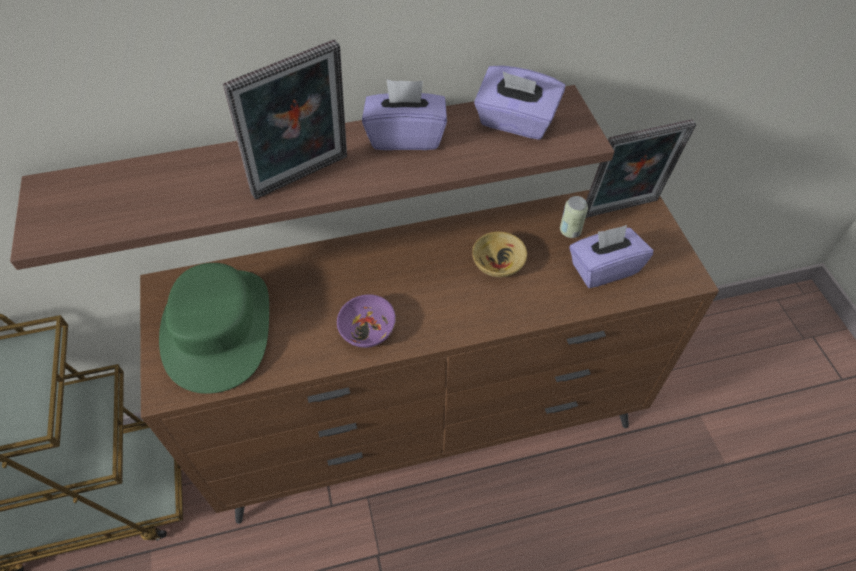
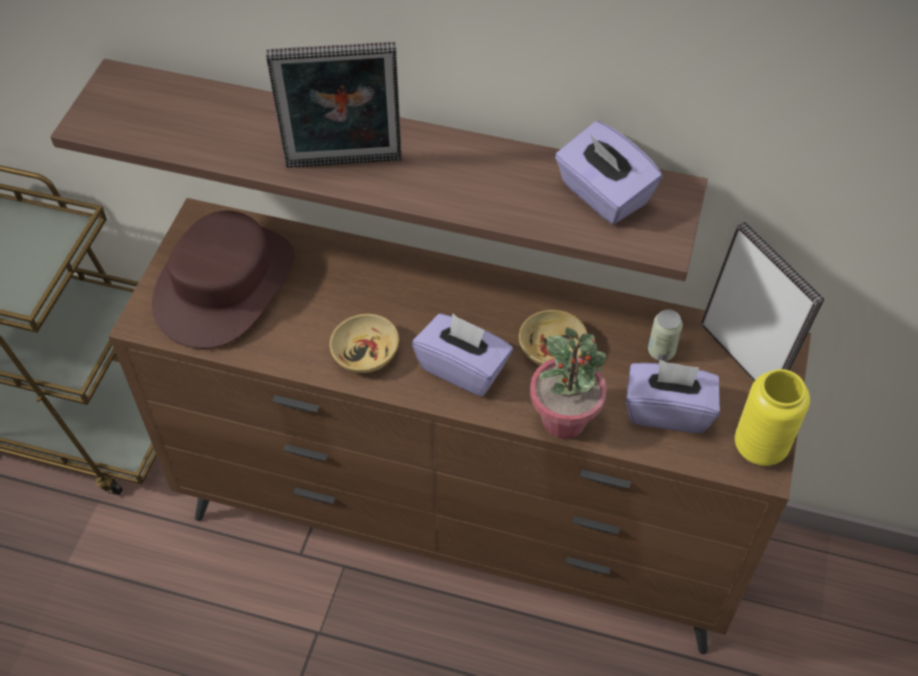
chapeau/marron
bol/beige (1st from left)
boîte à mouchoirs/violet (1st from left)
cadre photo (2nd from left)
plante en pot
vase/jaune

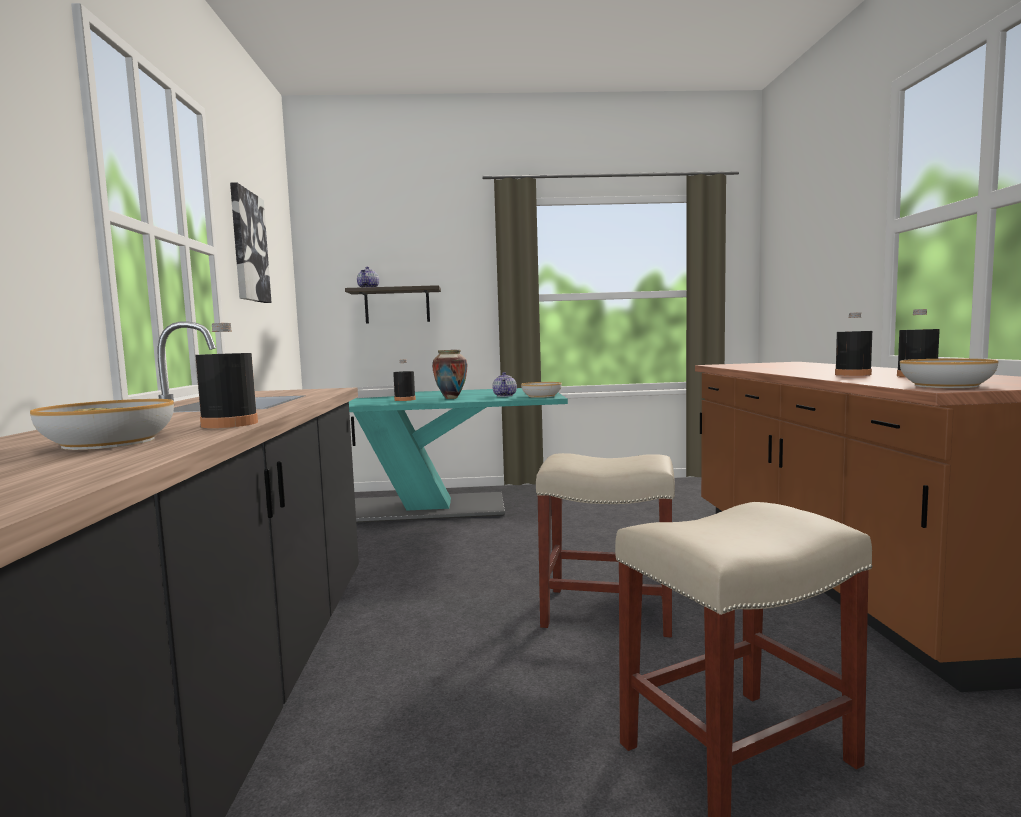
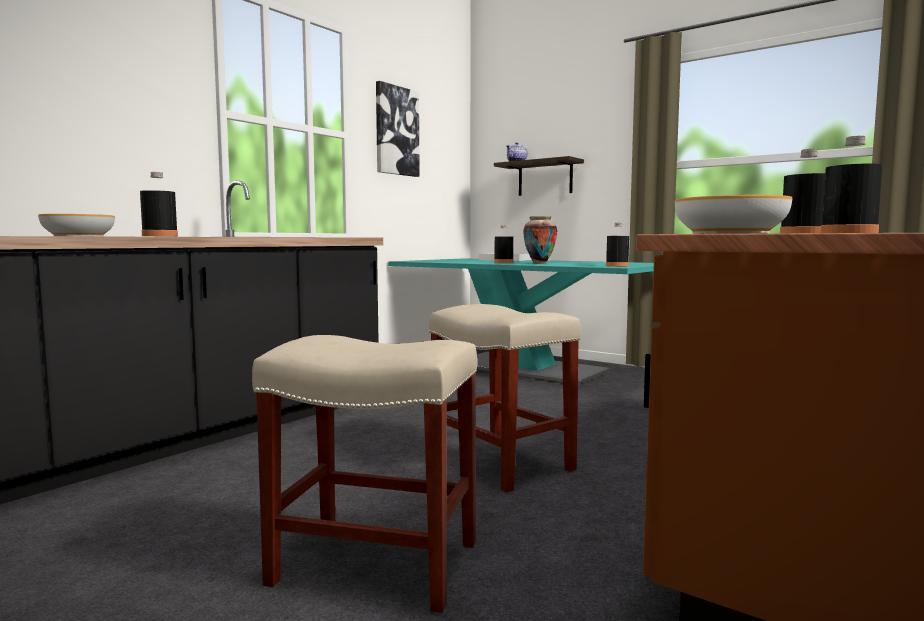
théière (2nd from left in the first image)
bouteille/noir (3rd from left)

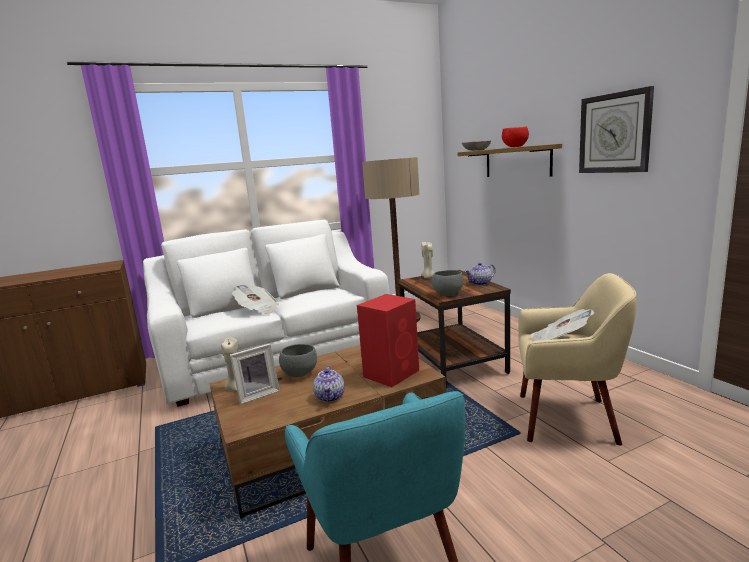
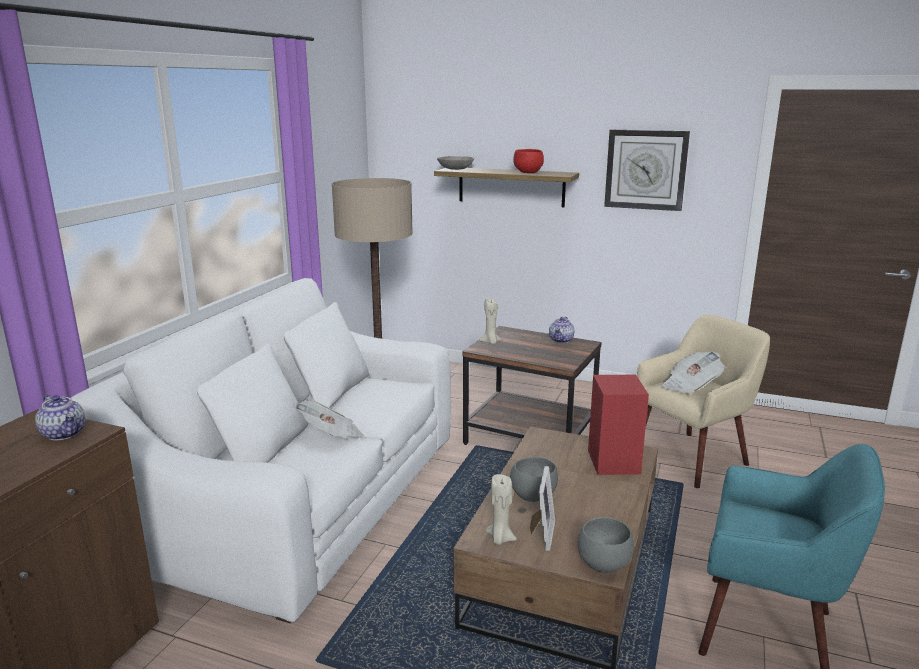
théière (1st from left)
bol/gris (3rd from left)

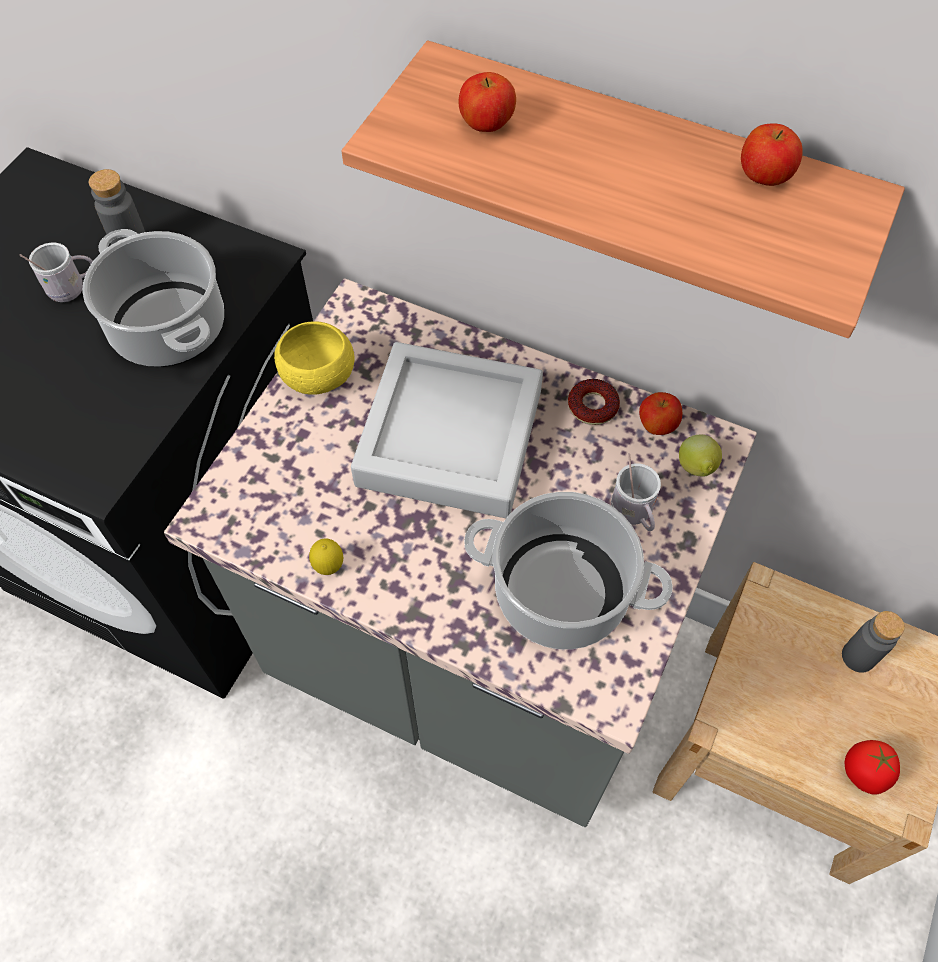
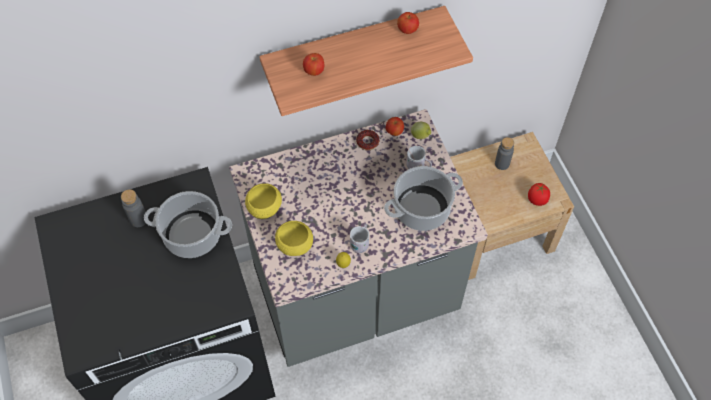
mug/blanc (1st from left)
plateau/gris
bol/jaune (2nd from left)

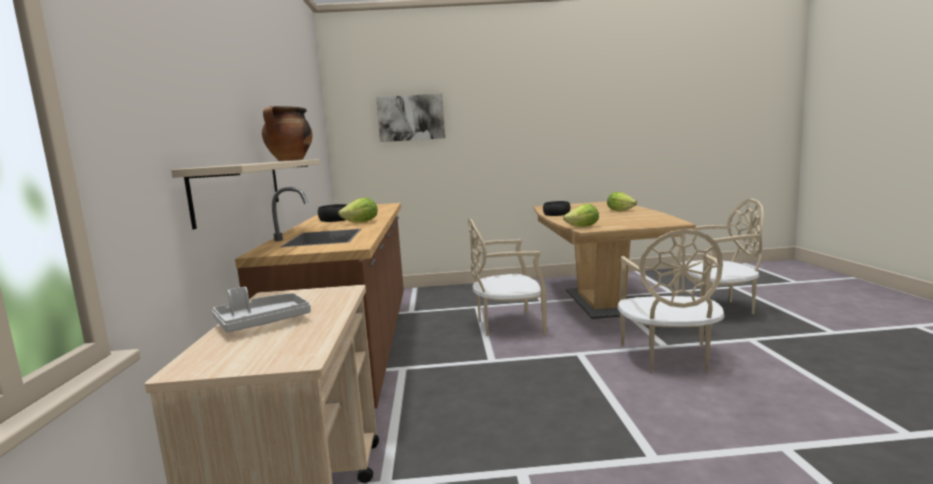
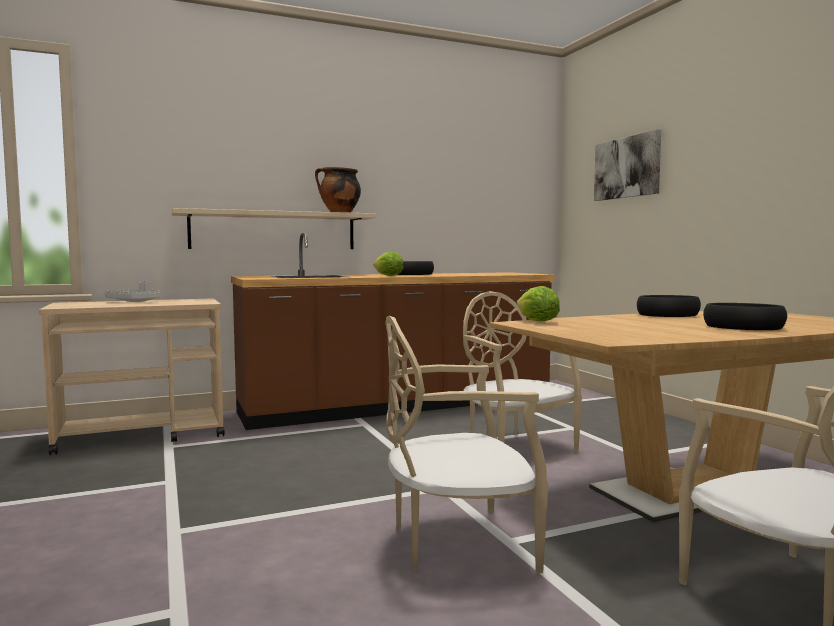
bol/noir (3rd from left)

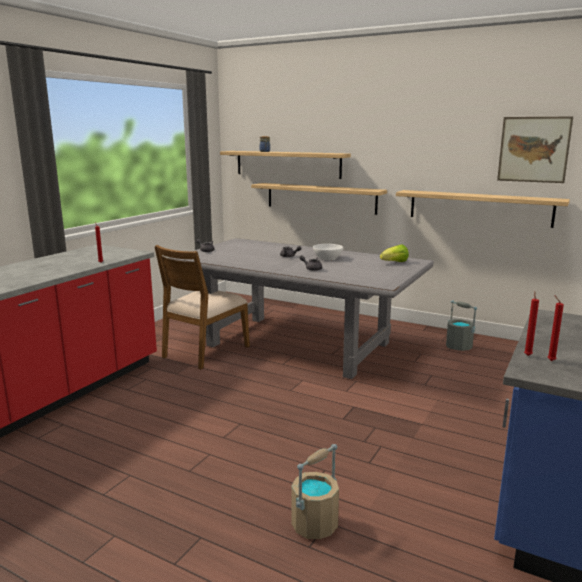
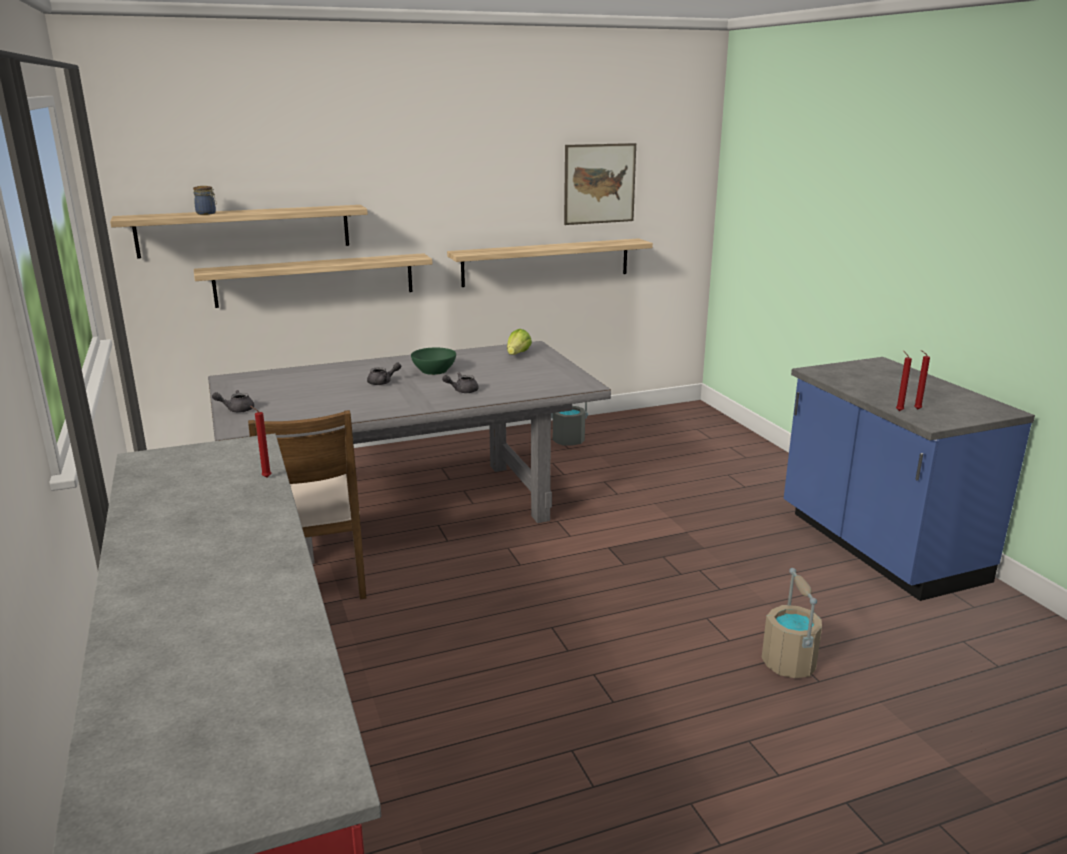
bol/vert

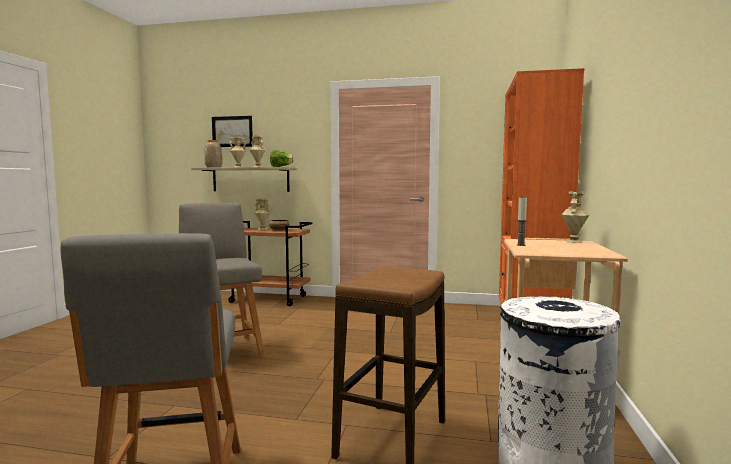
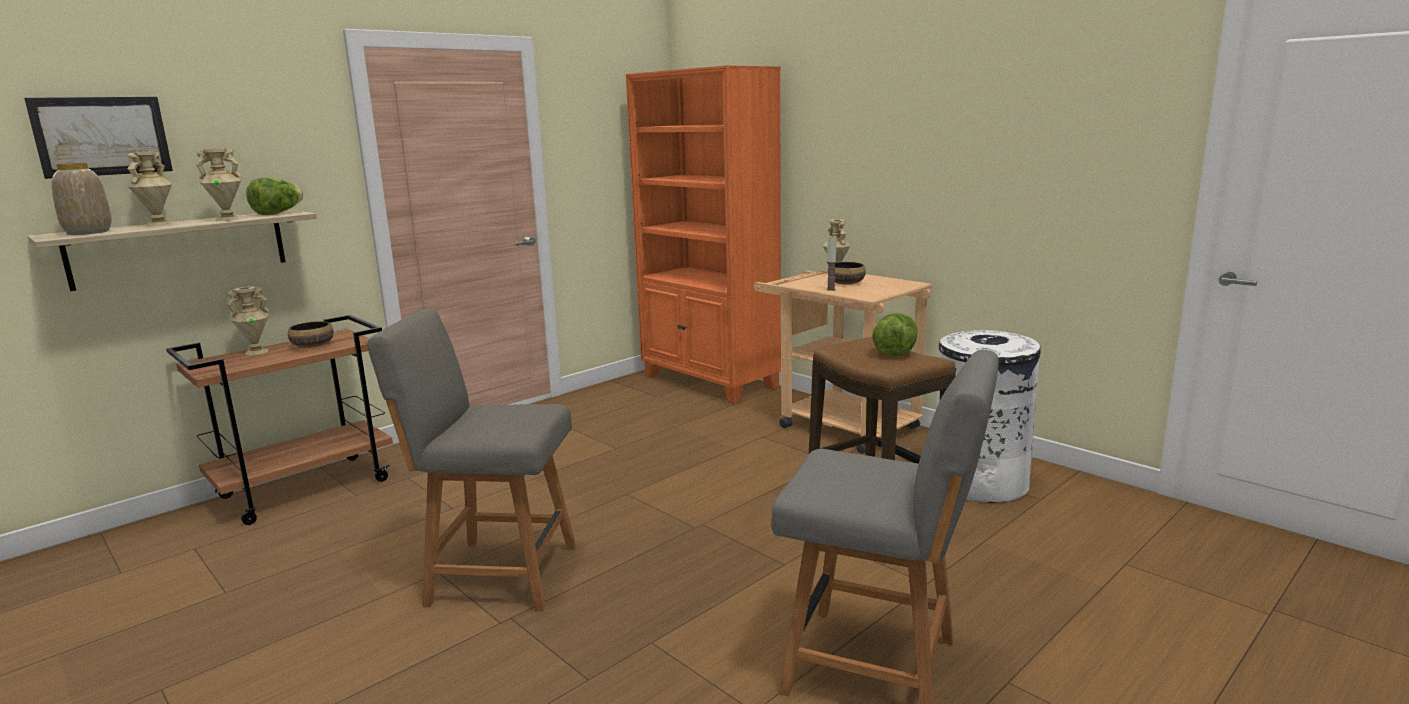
bol (2nd from left)
laitue (2nd from left)

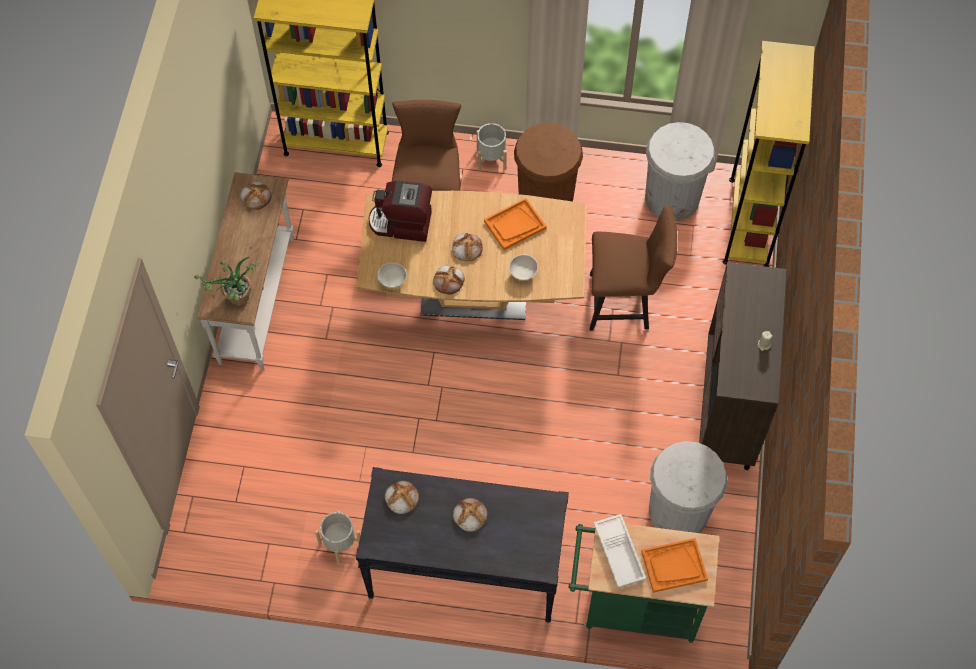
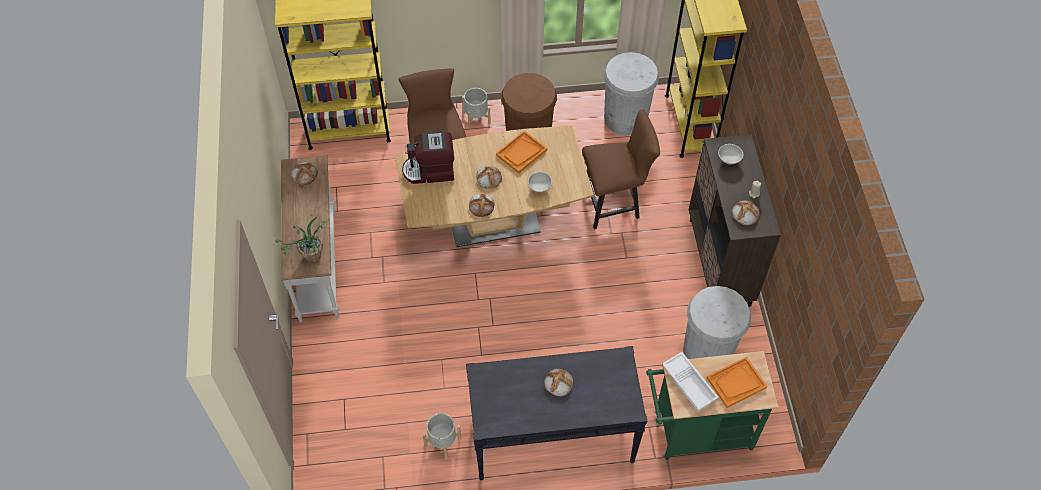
bol/blanc (2nd from left)
pain (5th from left)

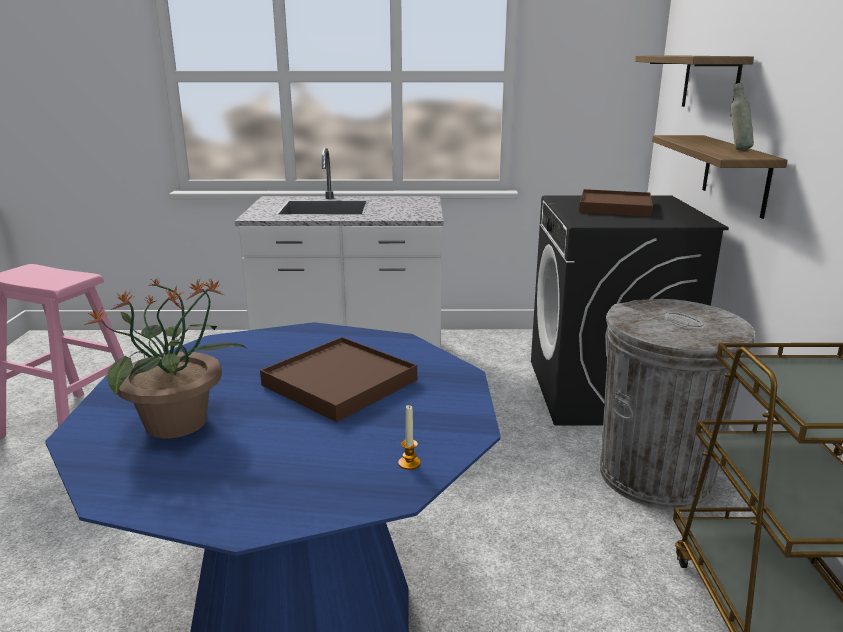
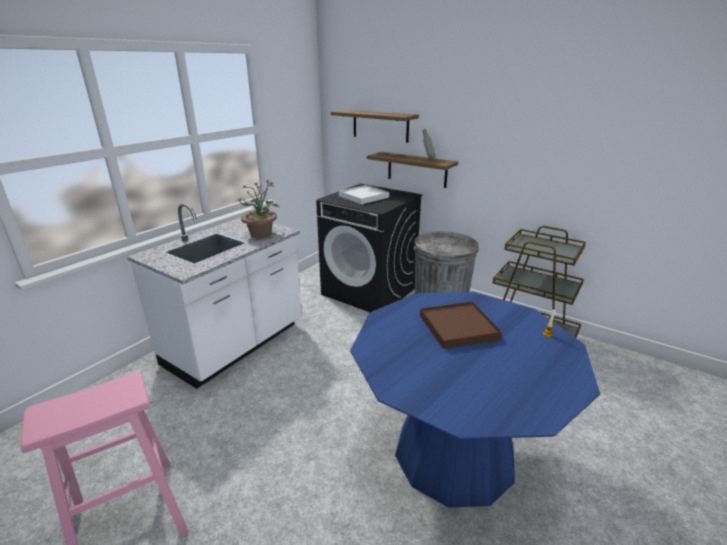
plante en pot
plateau/blanc

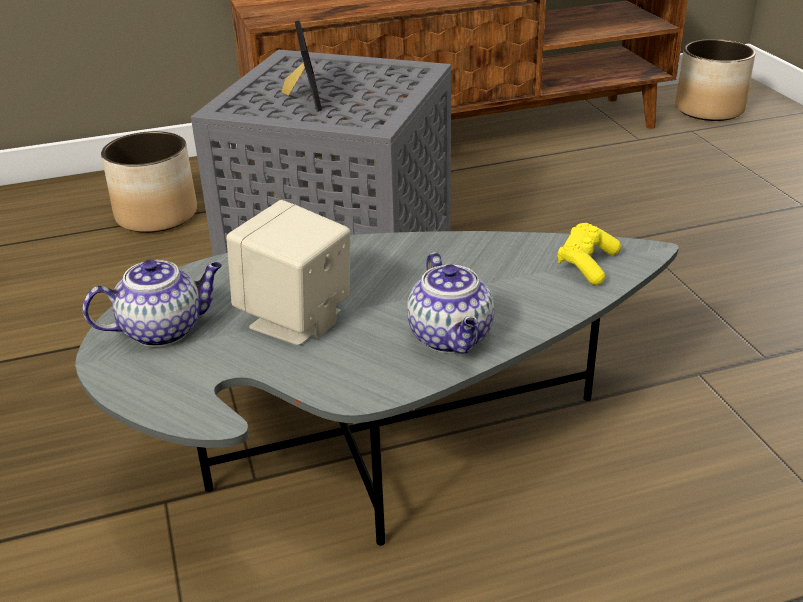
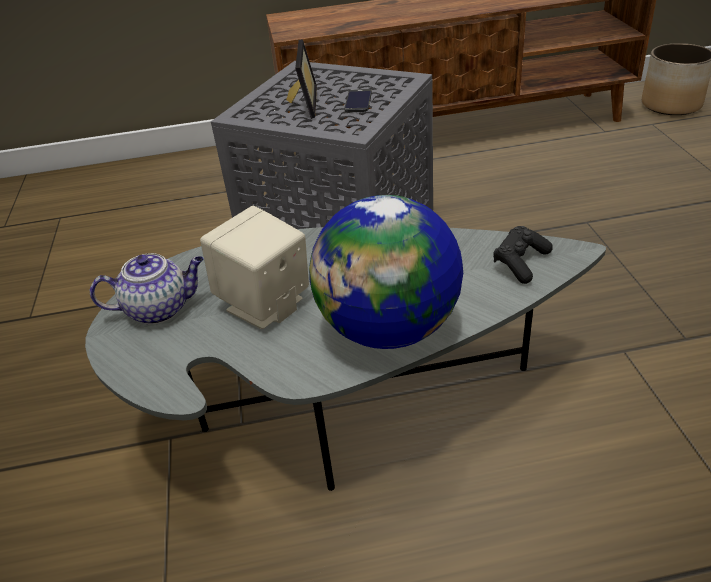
cache-pot (1st from left in the first image)
globe
manette/noir
téléphone

